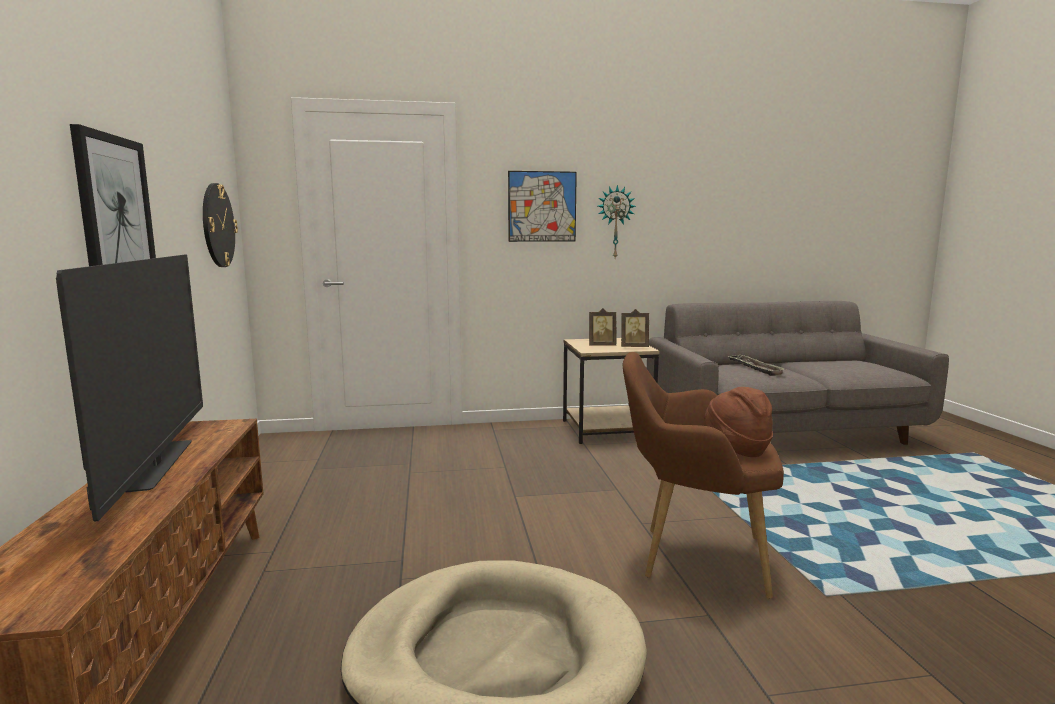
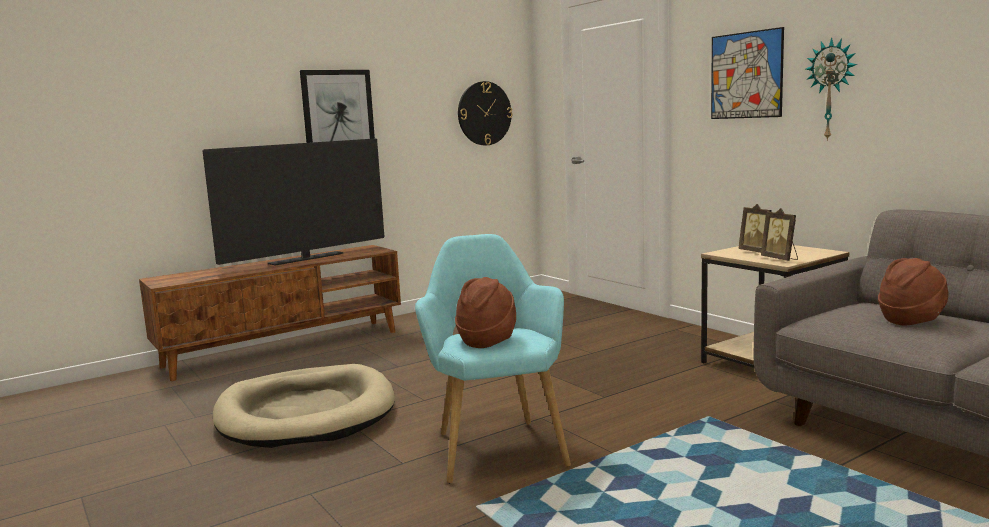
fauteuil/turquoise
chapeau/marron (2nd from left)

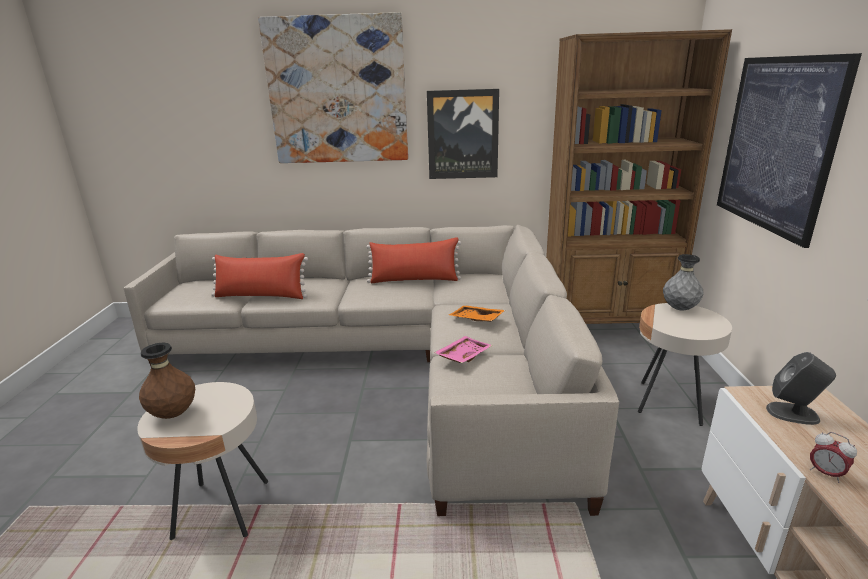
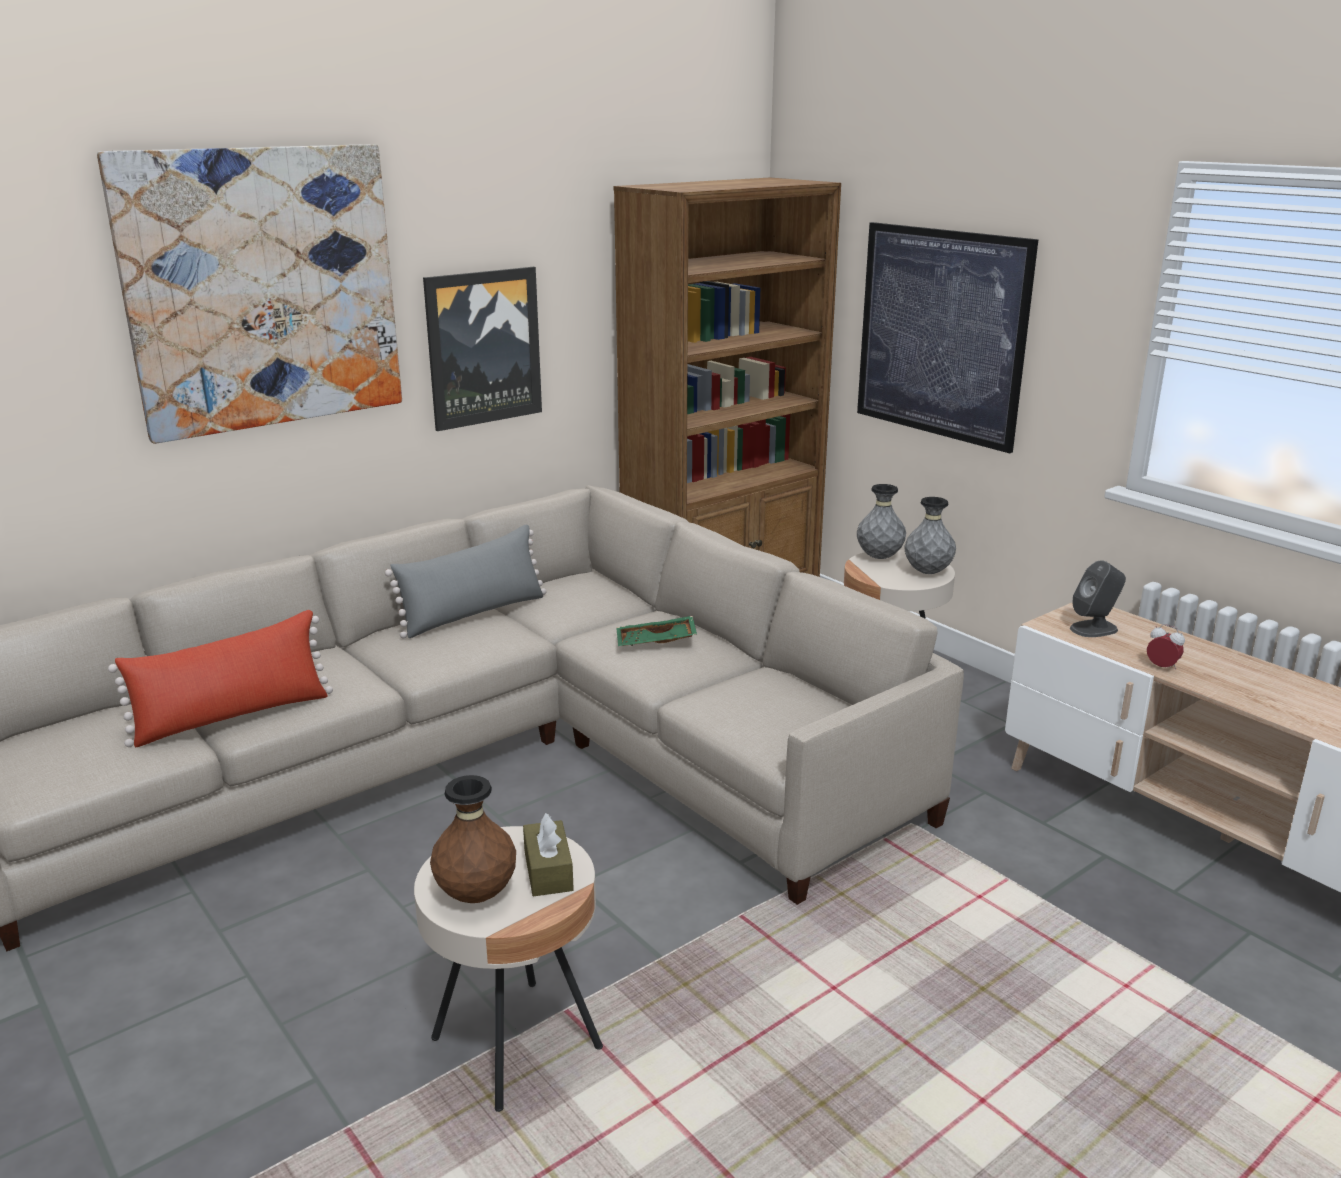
coussin/gris
plateau/rose
plateau/vert
réveil
boîte à mouchoirs/marron
vase/gris (2nd from left)

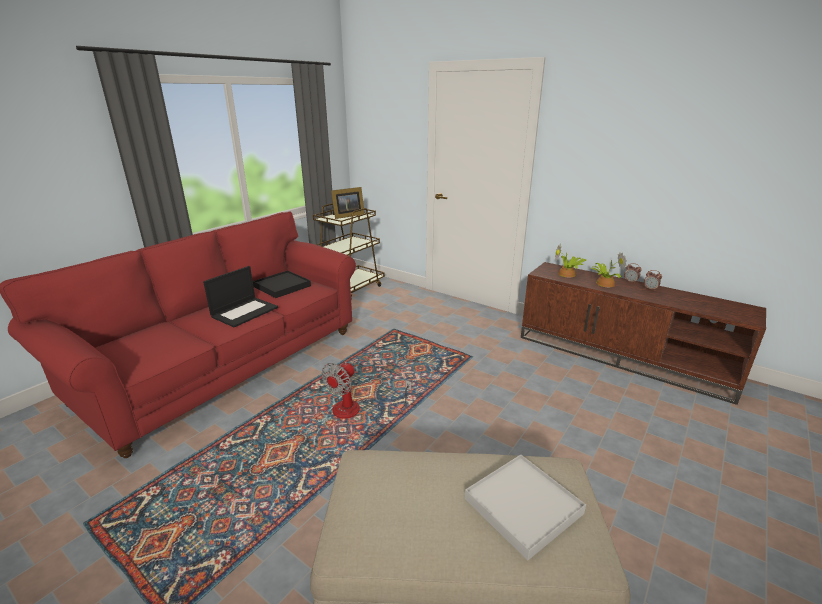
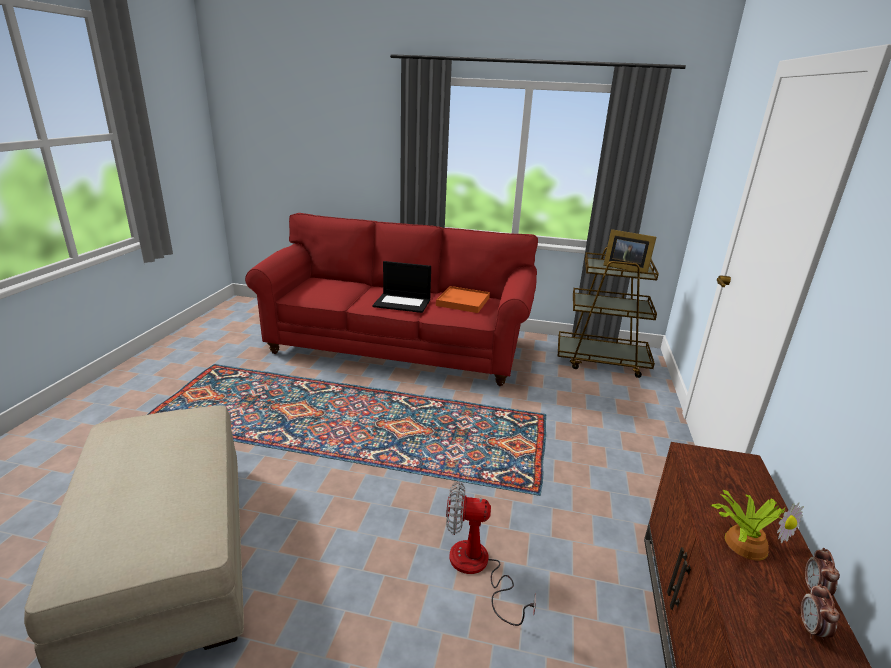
plateau/orange
ventilateur
plateau/blanc
plante en pot (1st from left in the first image)

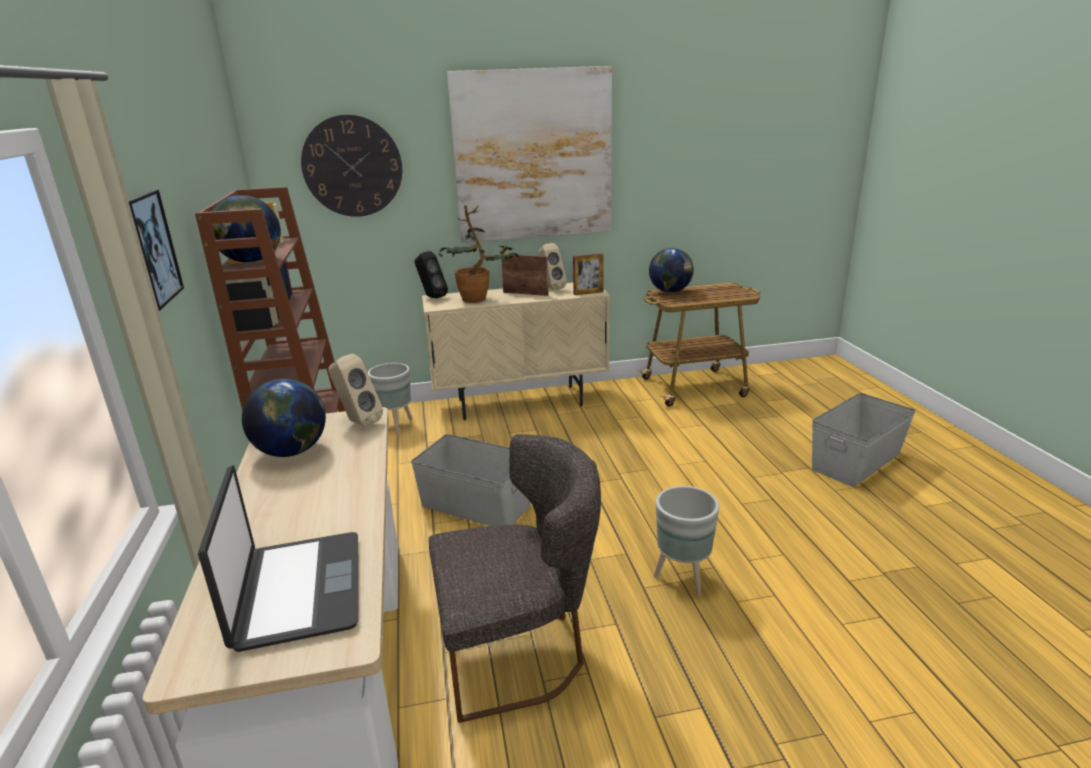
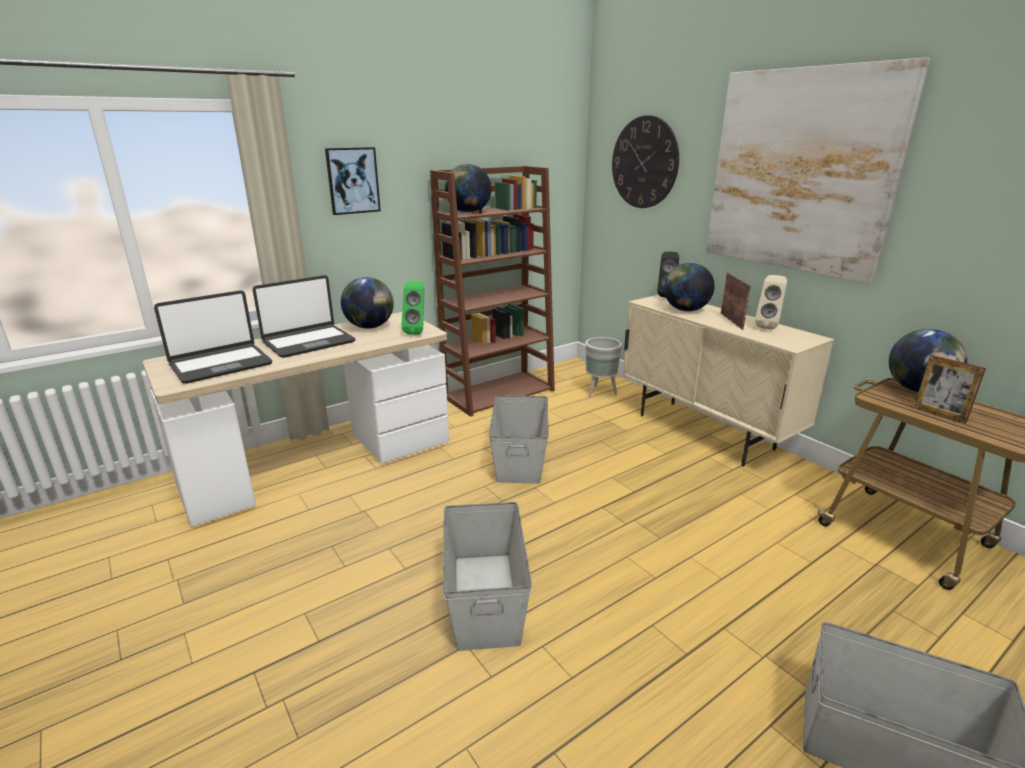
enceinte/vert
chaise/gris
globe (3rd from left)
cadre photo (2nd from left)
boîte de rangement/gris (1st from left)
ordinateur portable (2nd from left)

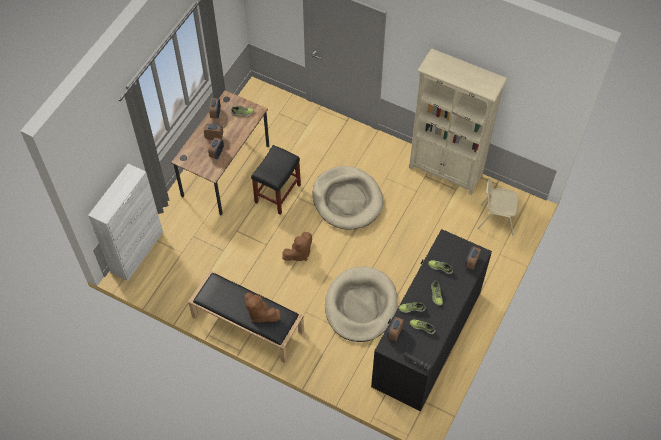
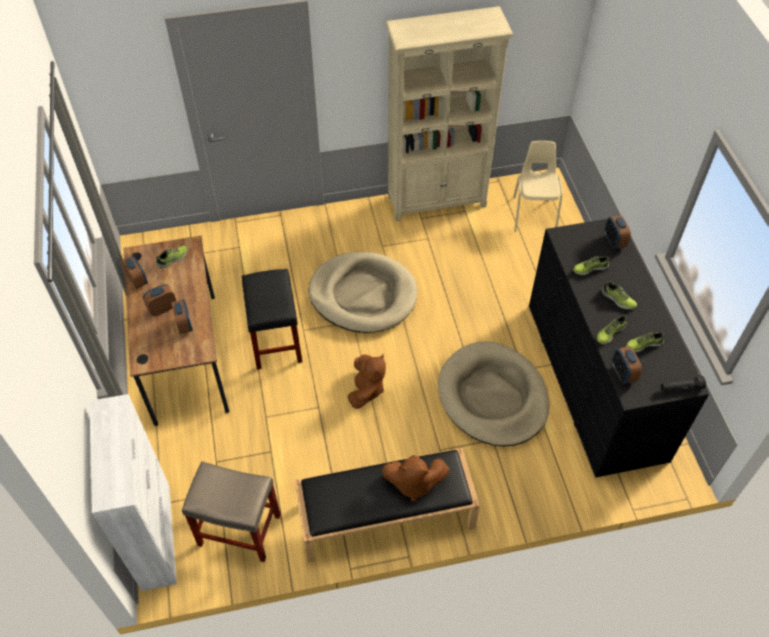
chaise/beige
tabouret/beige

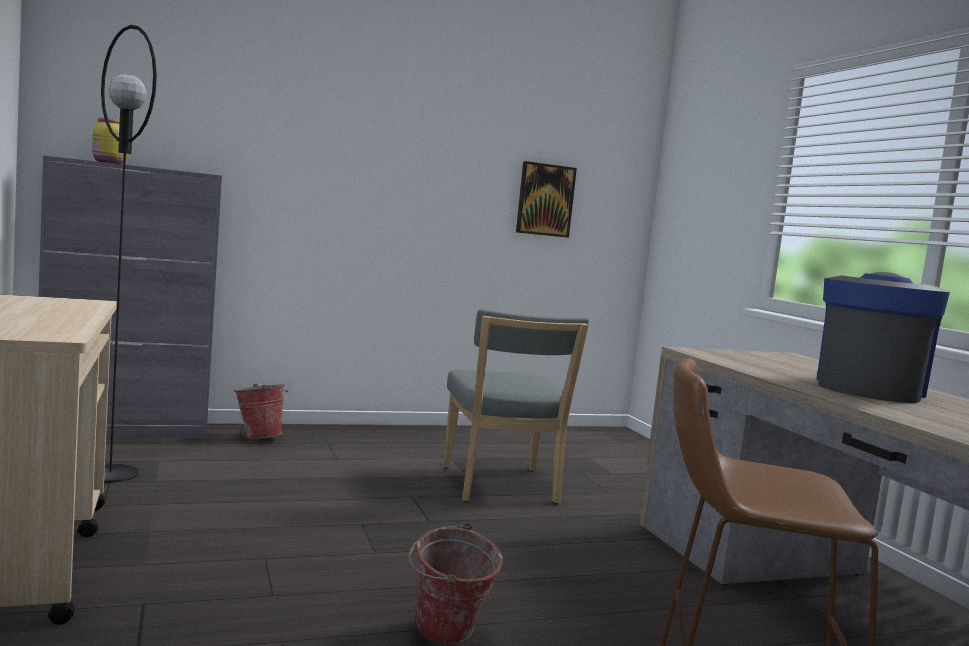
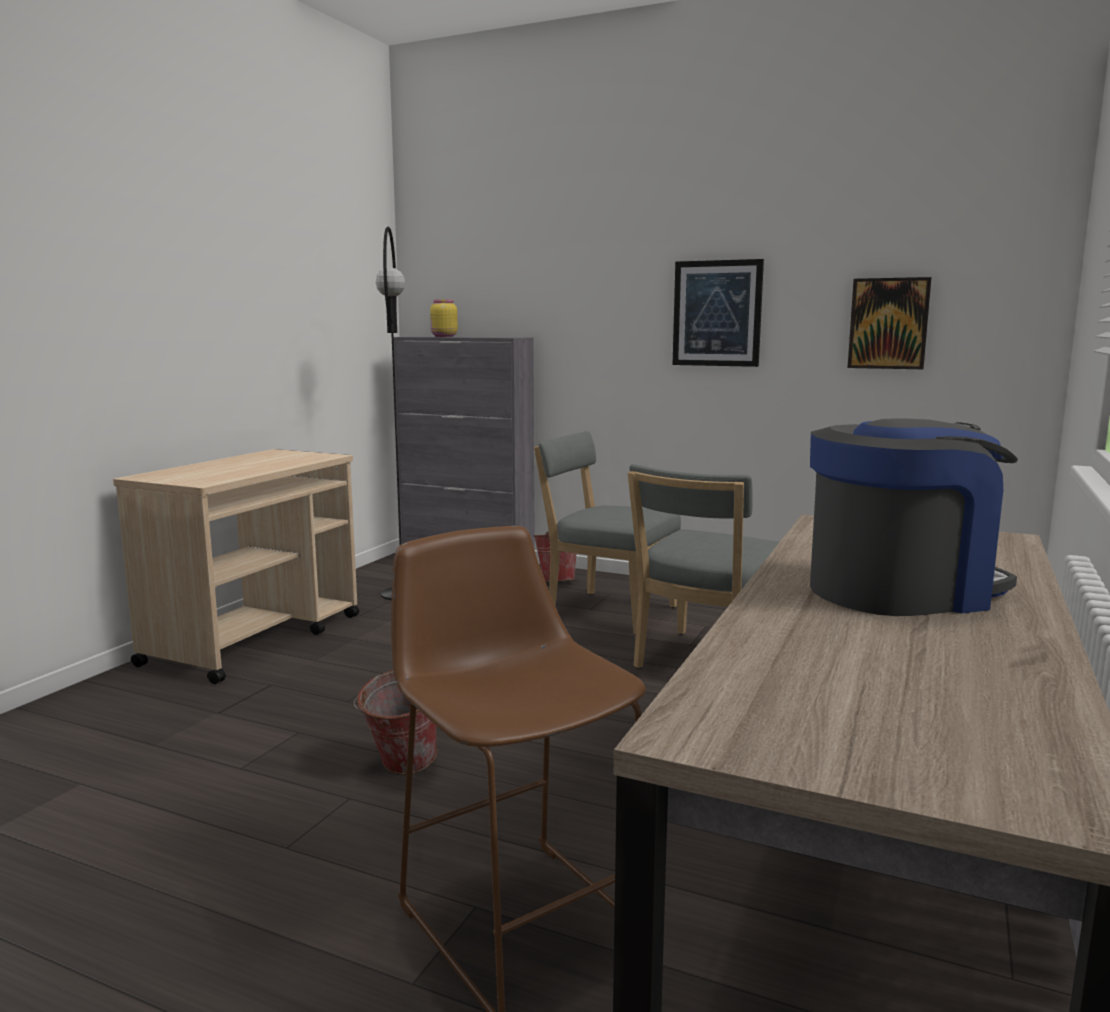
chaise/gris (1st from left)
tableau (1st from left)

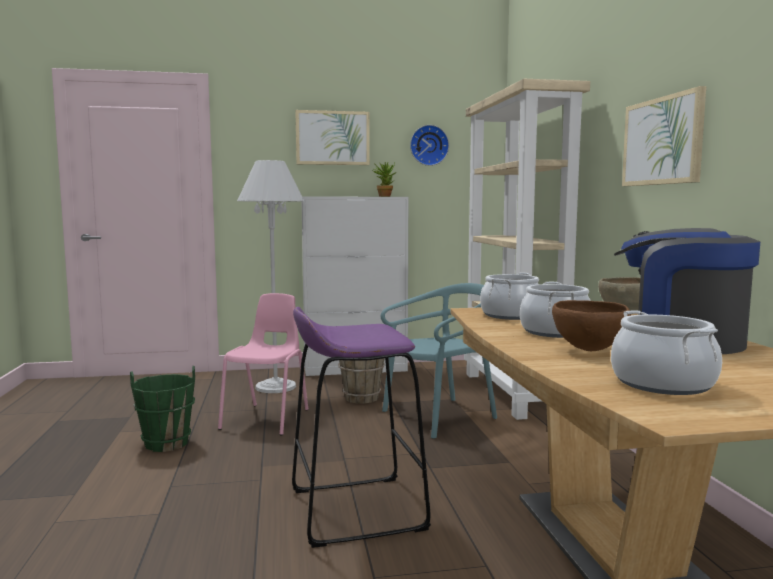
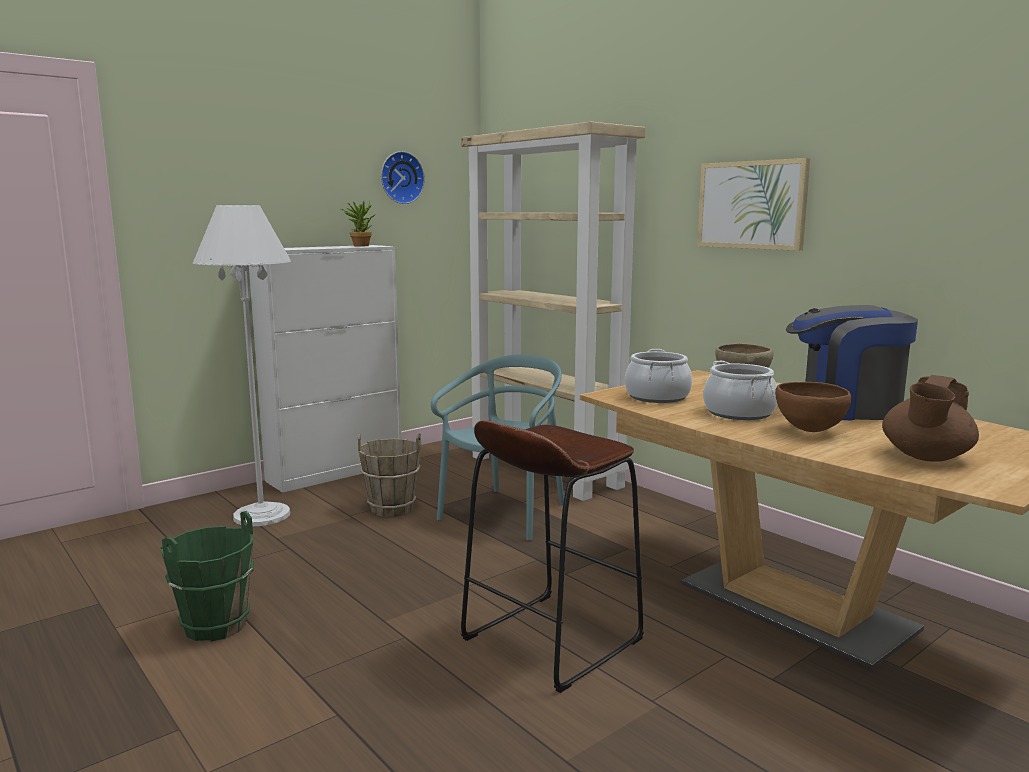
chaise/rose
tabouret/marron
tableau (1st from left in the first image)
théière/marron

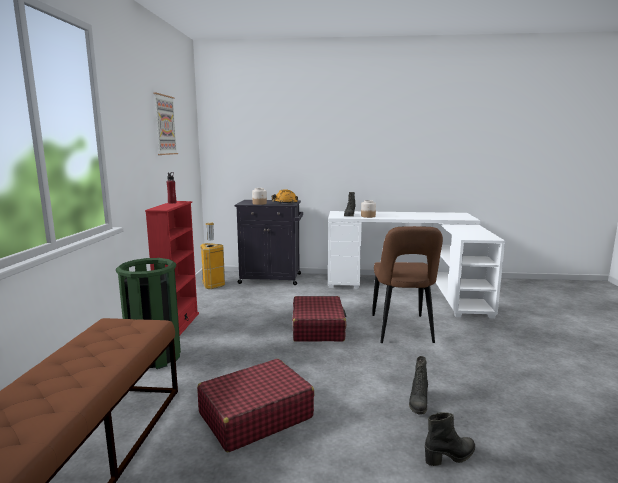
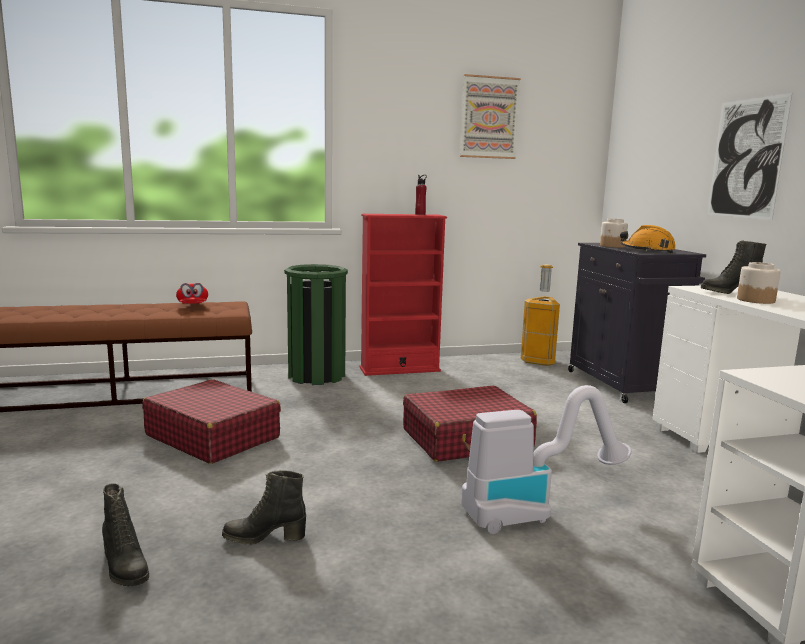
aspirateur
casquette/rouge
tableau (2nd from left)

